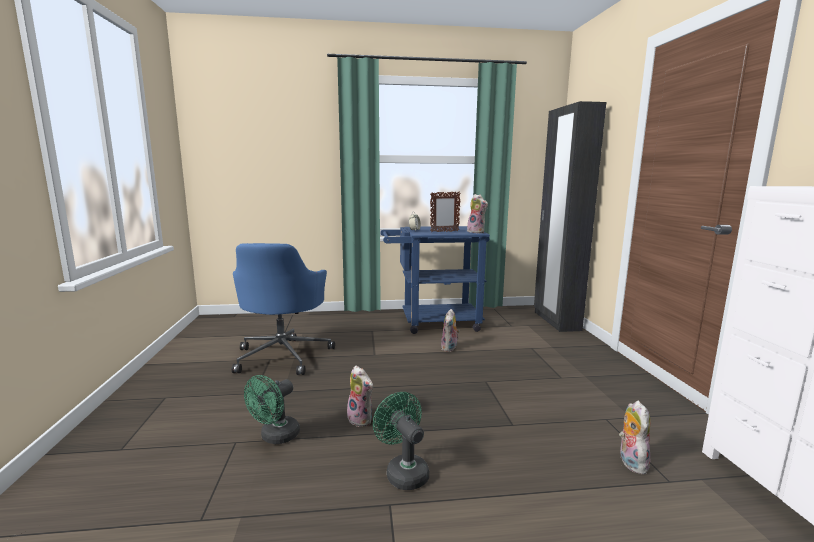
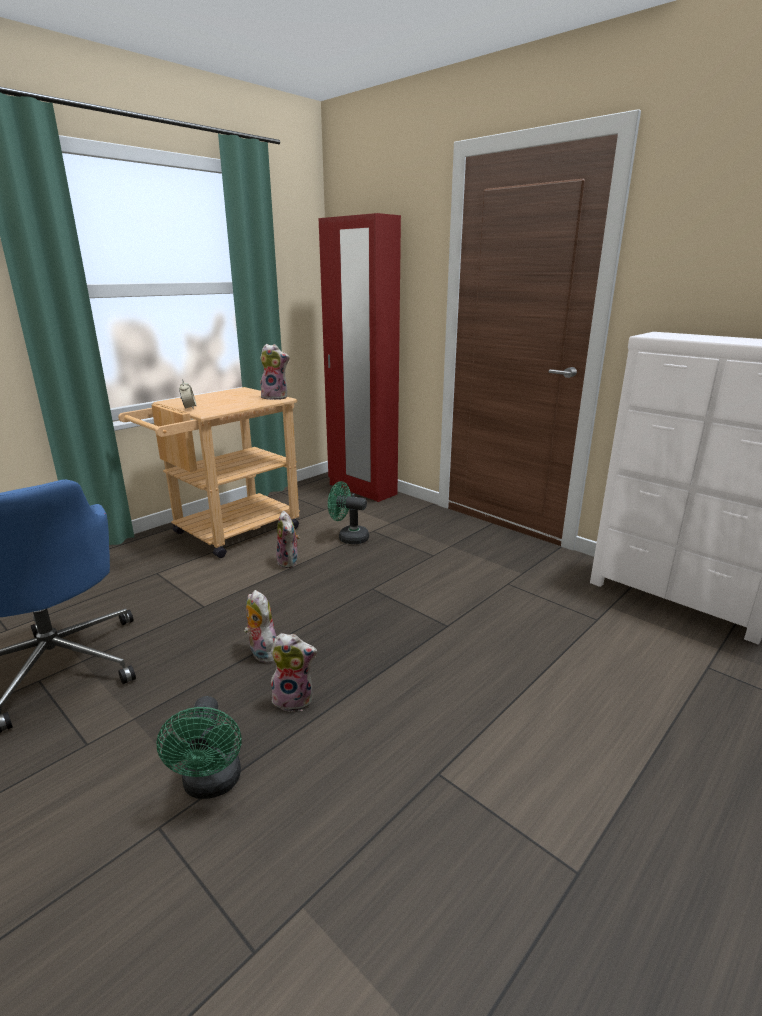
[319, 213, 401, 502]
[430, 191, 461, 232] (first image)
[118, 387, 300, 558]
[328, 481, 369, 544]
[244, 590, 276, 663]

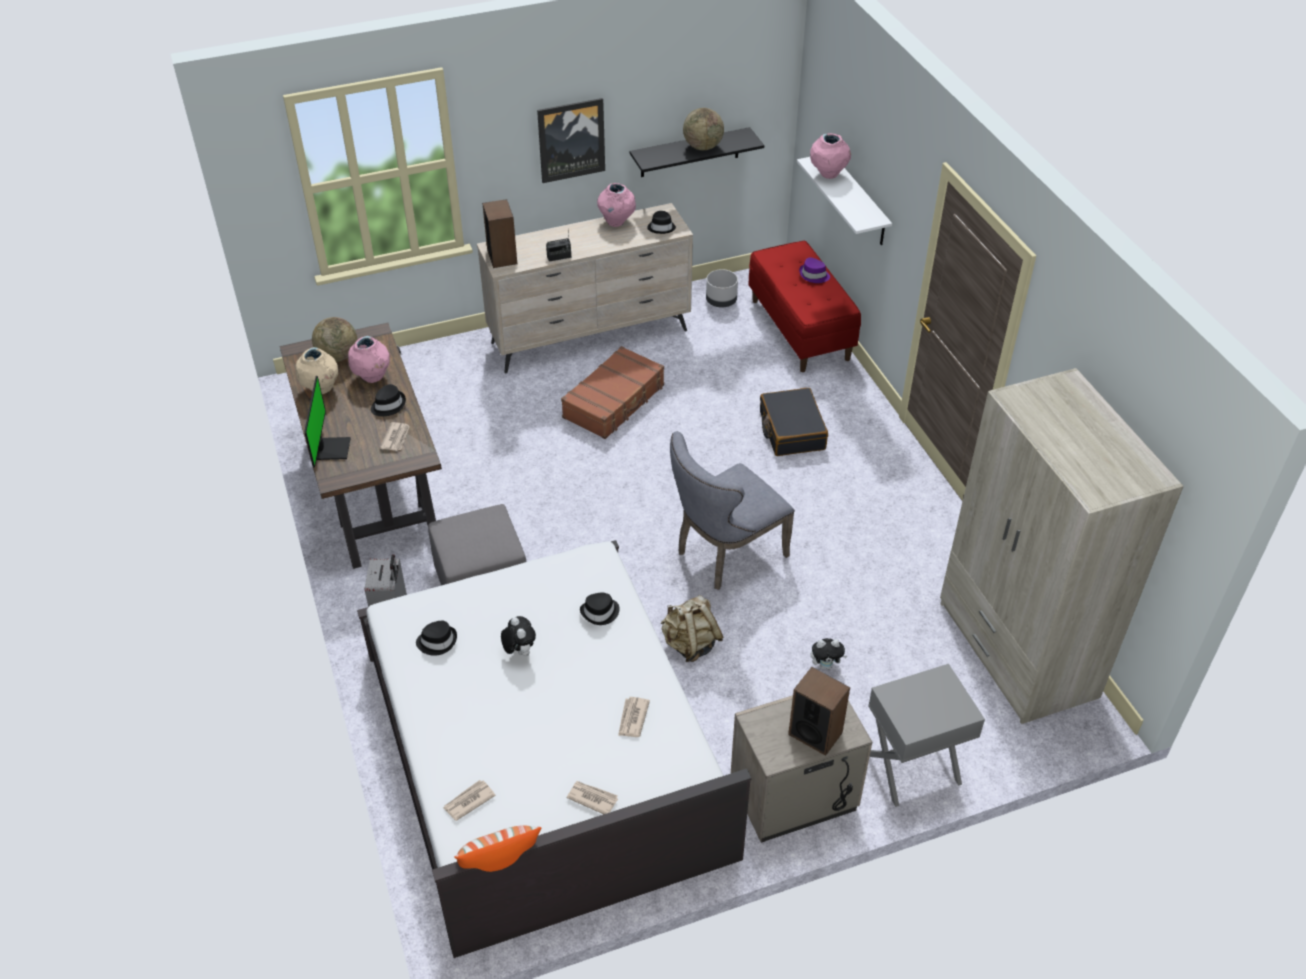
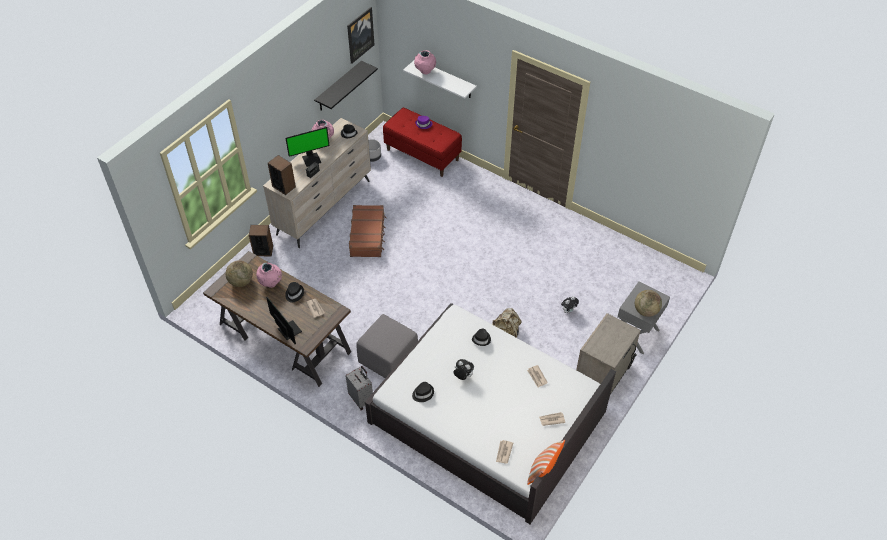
[347, 7, 375, 64]
[635, 290, 662, 317]
[296, 347, 338, 394] (first image)
[940, 368, 1184, 724] (first image)
[760, 388, 828, 456] (first image)
[670, 431, 795, 590] (first image)
[249, 225, 273, 256]
[286, 127, 329, 167]

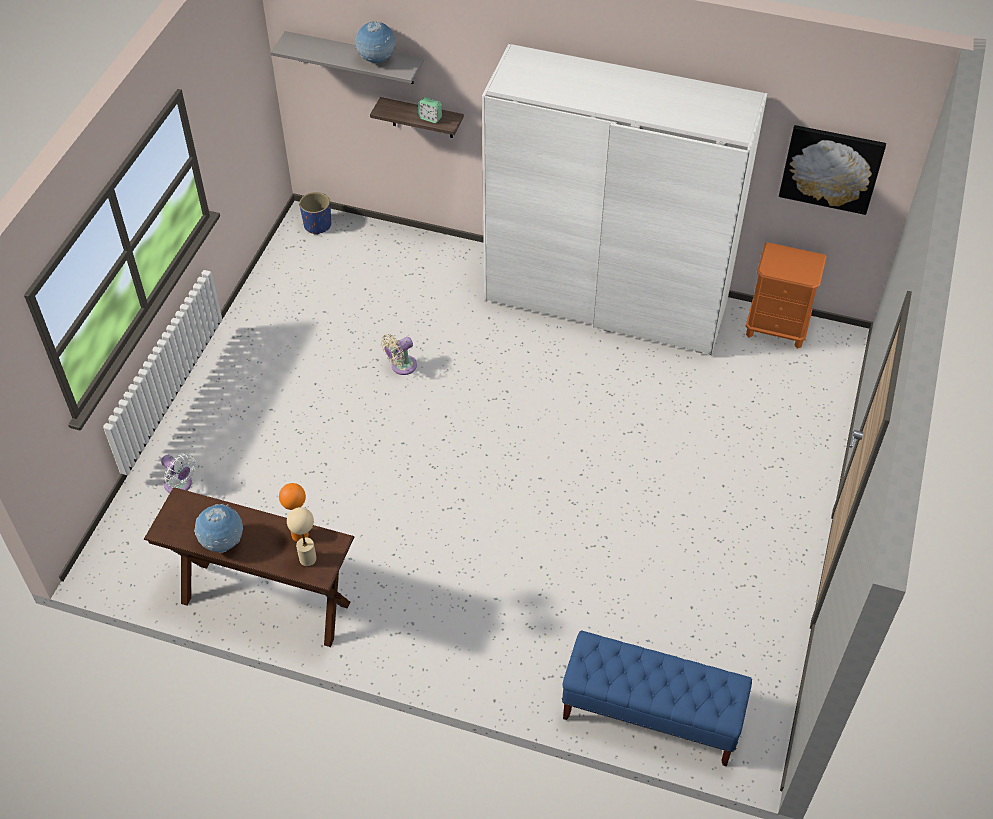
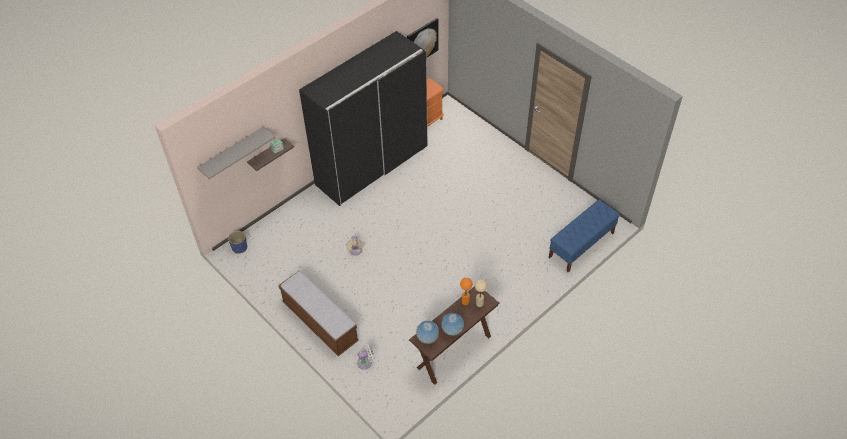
[416, 321, 439, 344]
[299, 31, 428, 206]
[278, 271, 359, 356]

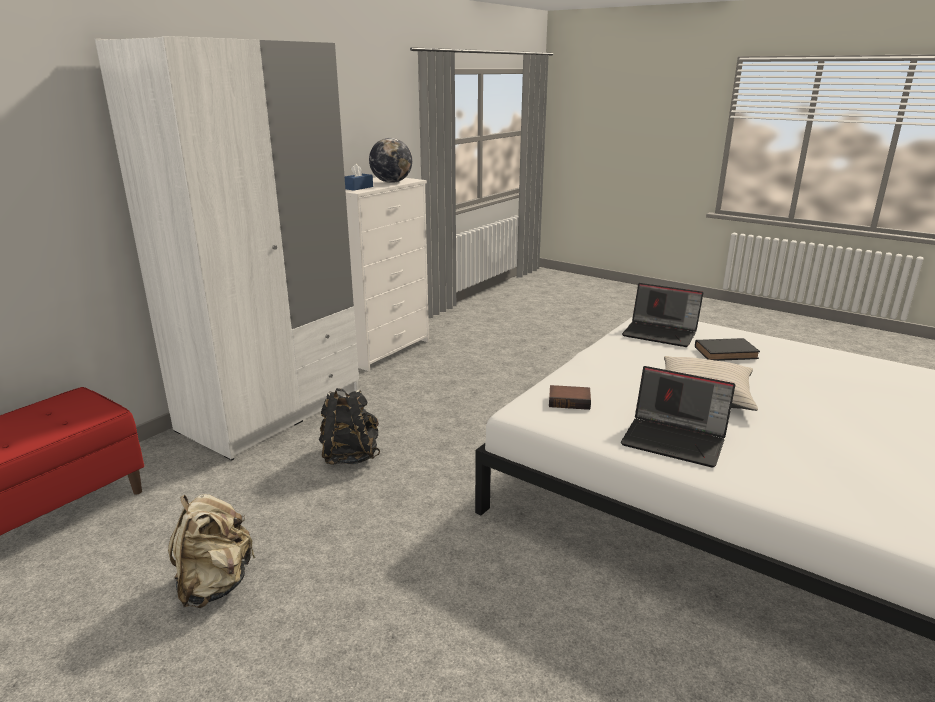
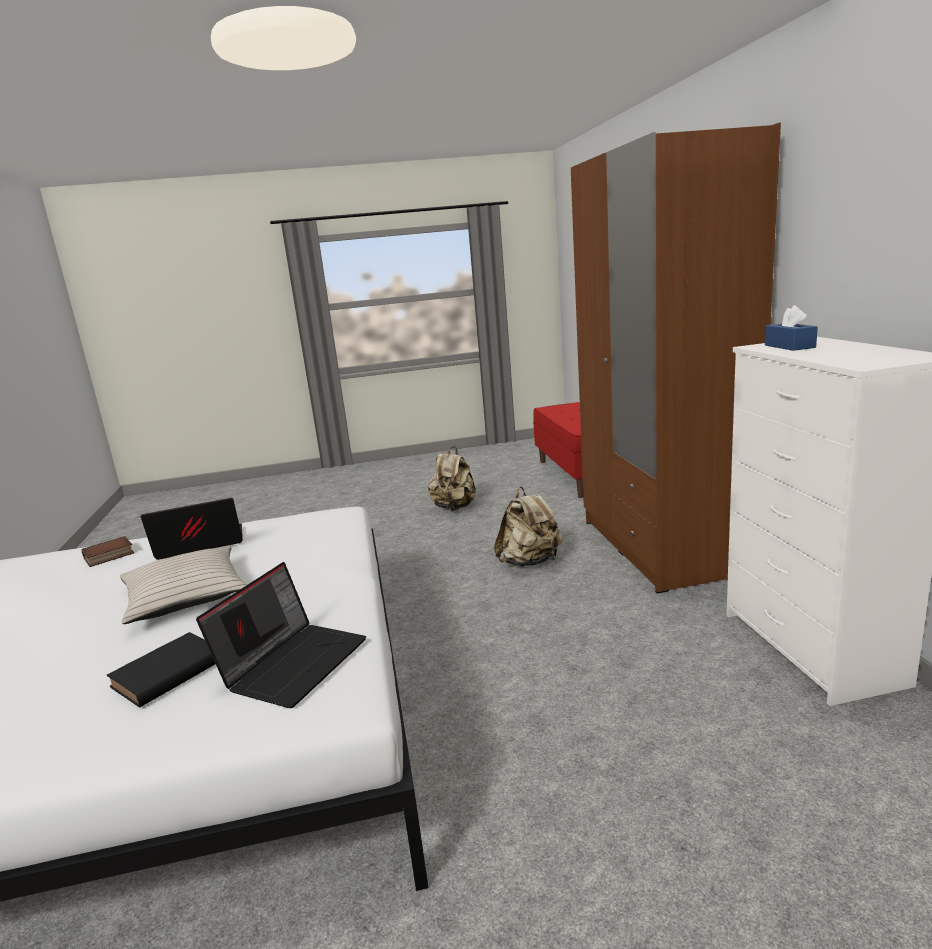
[571, 123, 781, 593]
[369, 138, 412, 183] (first image)
[196, 562, 366, 708]
[81, 536, 134, 567]
[494, 487, 563, 567]

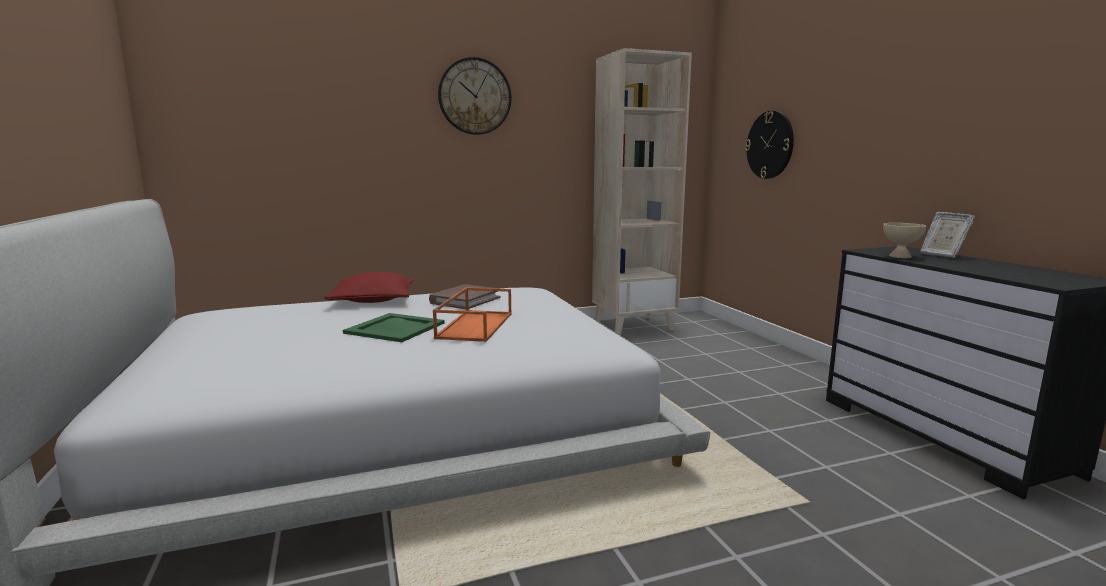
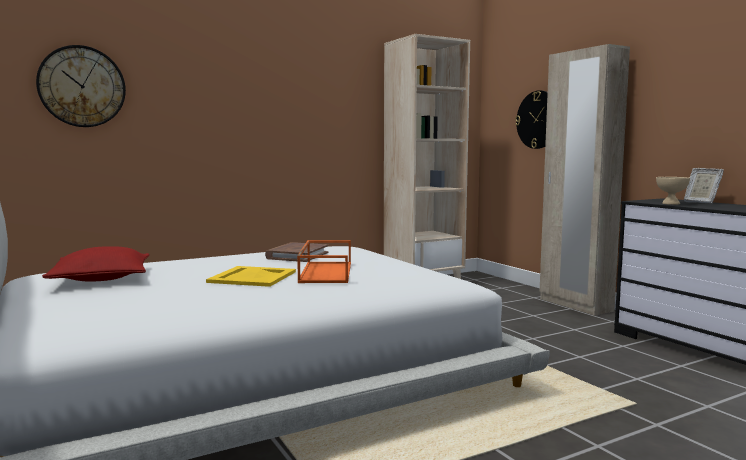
[36, 45, 126, 127]
[42, 246, 149, 282]
[206, 266, 296, 287]
[540, 44, 630, 316]

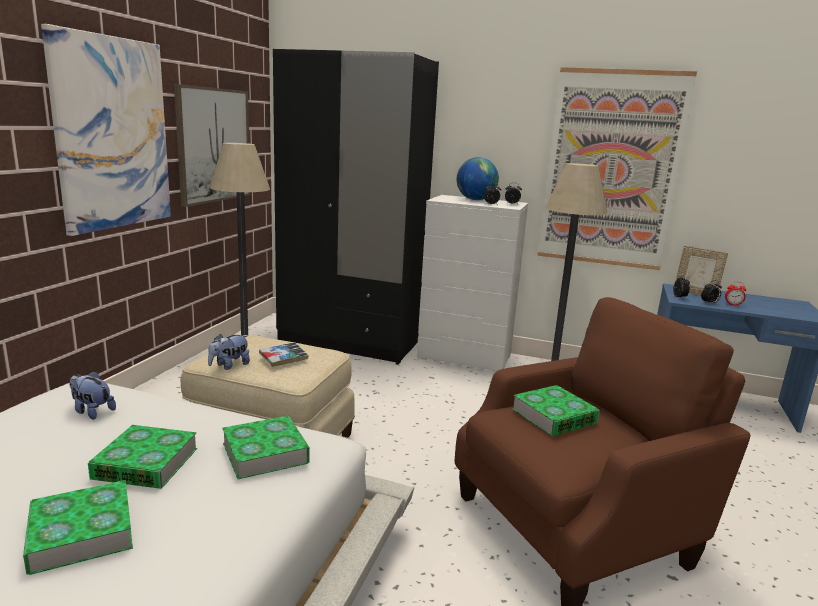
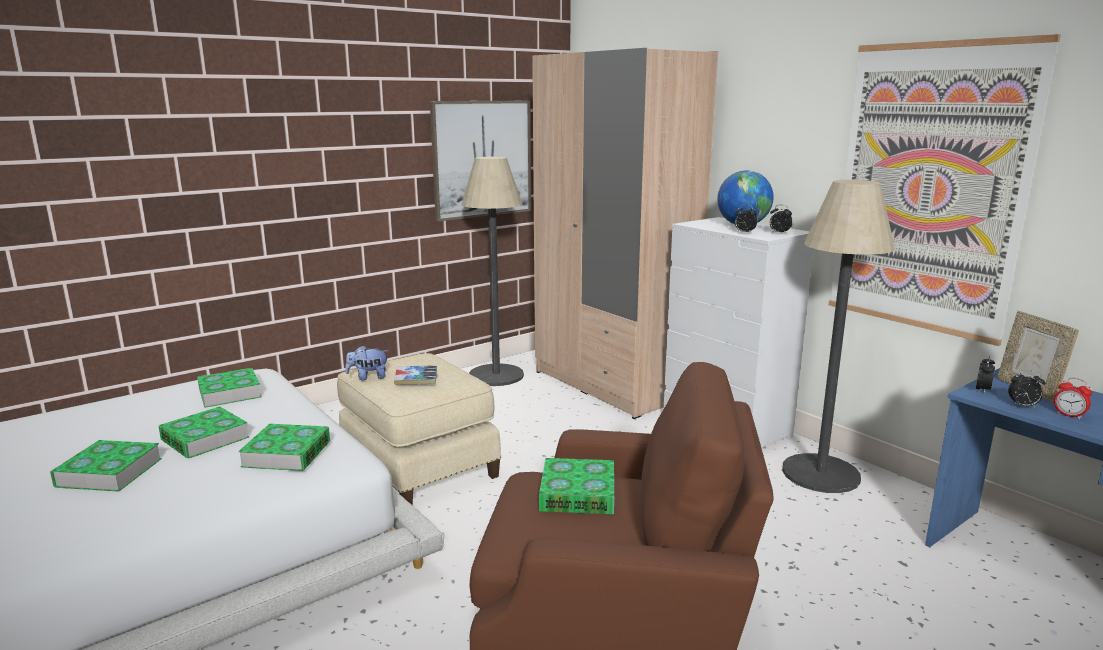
[41, 24, 171, 236] (first image)
[532, 48, 718, 419]
[197, 368, 262, 408]

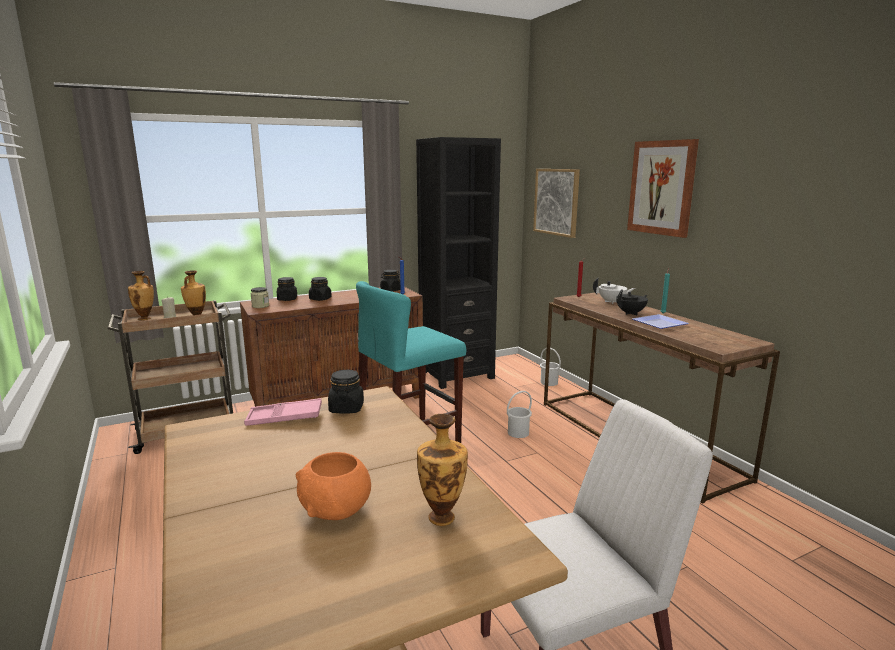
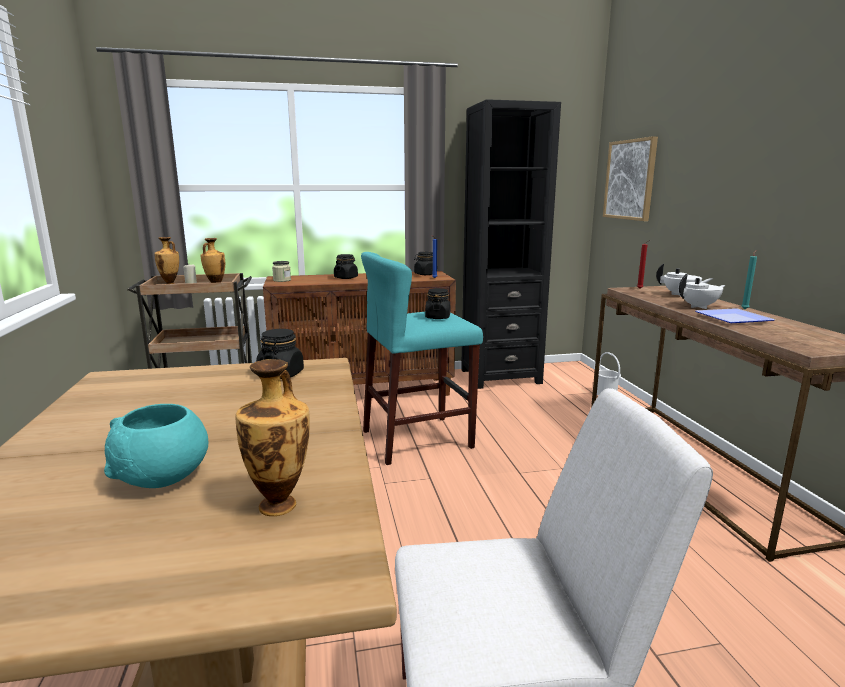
[627, 139, 699, 238] (first image)
[425, 288, 450, 319]
[679, 274, 725, 309]
[507, 391, 532, 438] (first image)
[244, 398, 322, 426] (first image)
[104, 404, 208, 488]

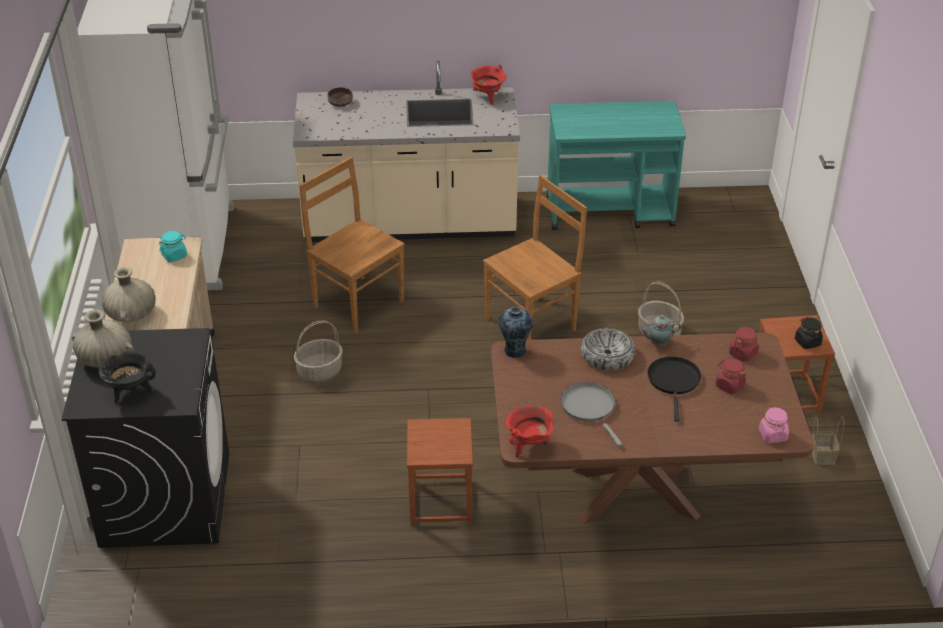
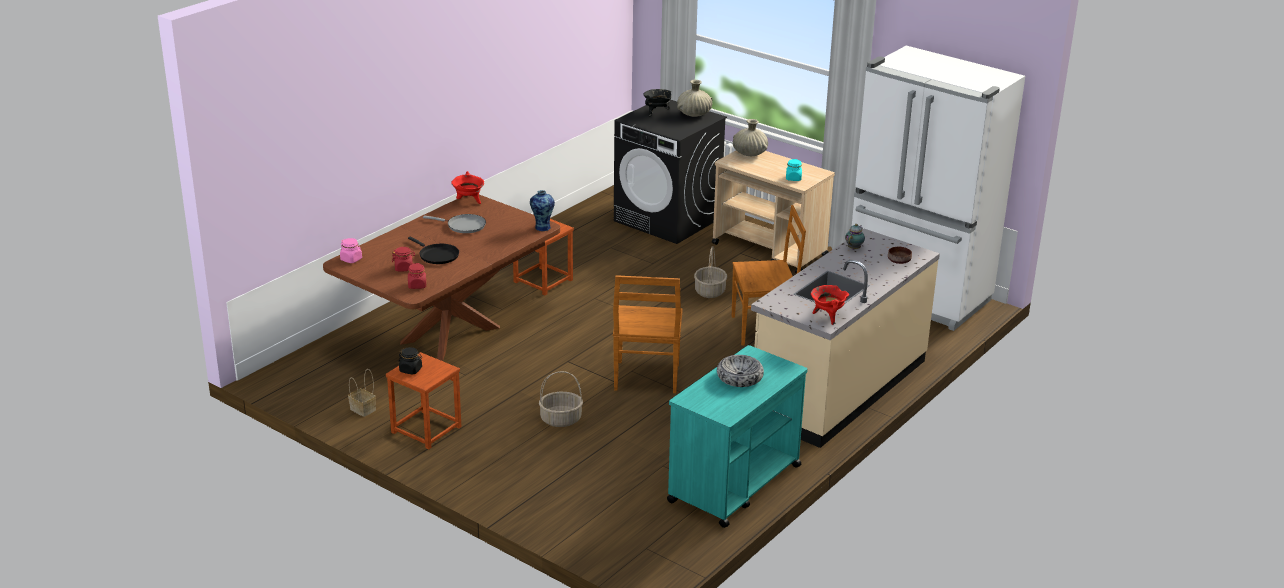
[845, 224, 865, 250]
[717, 355, 764, 387]

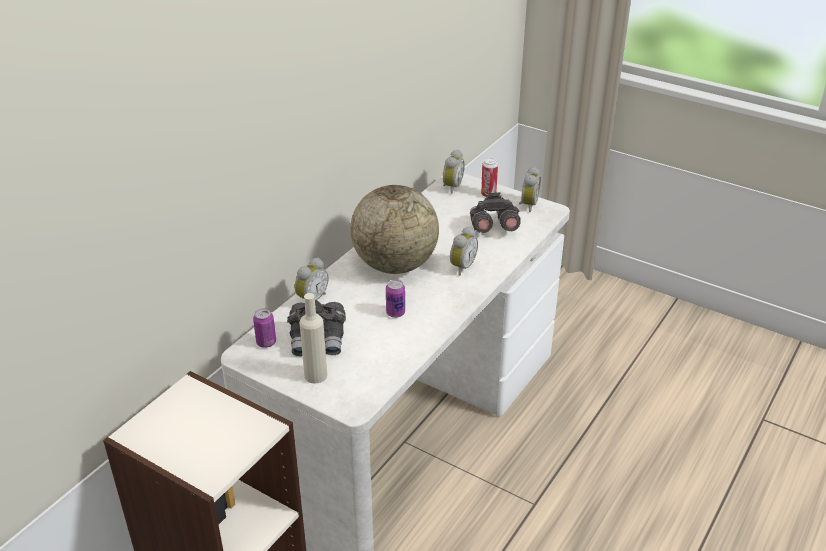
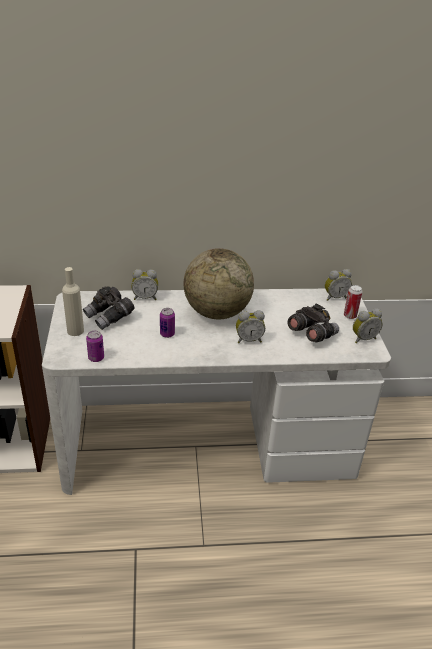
[86, 331, 104, 362]

